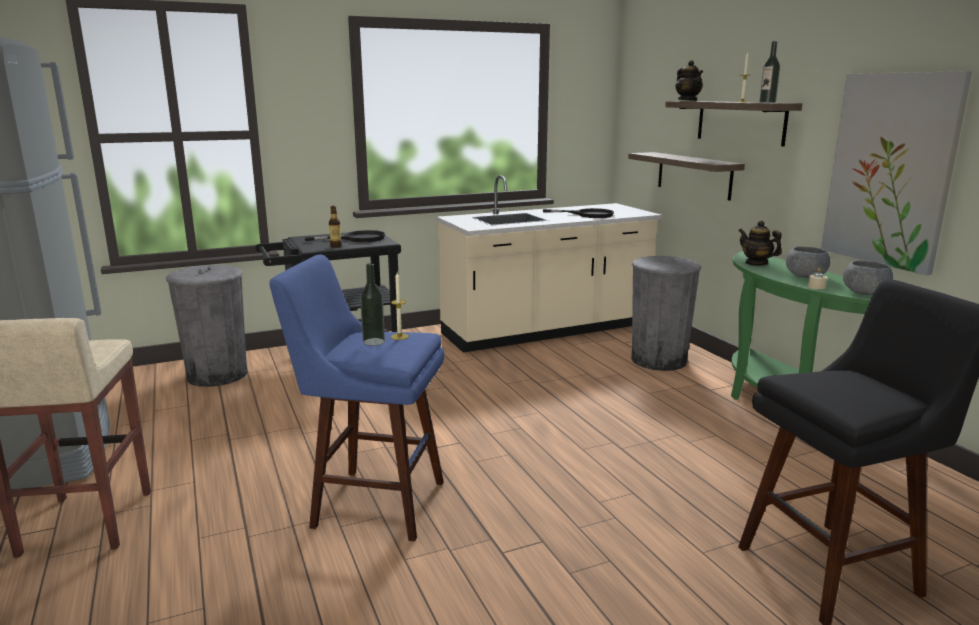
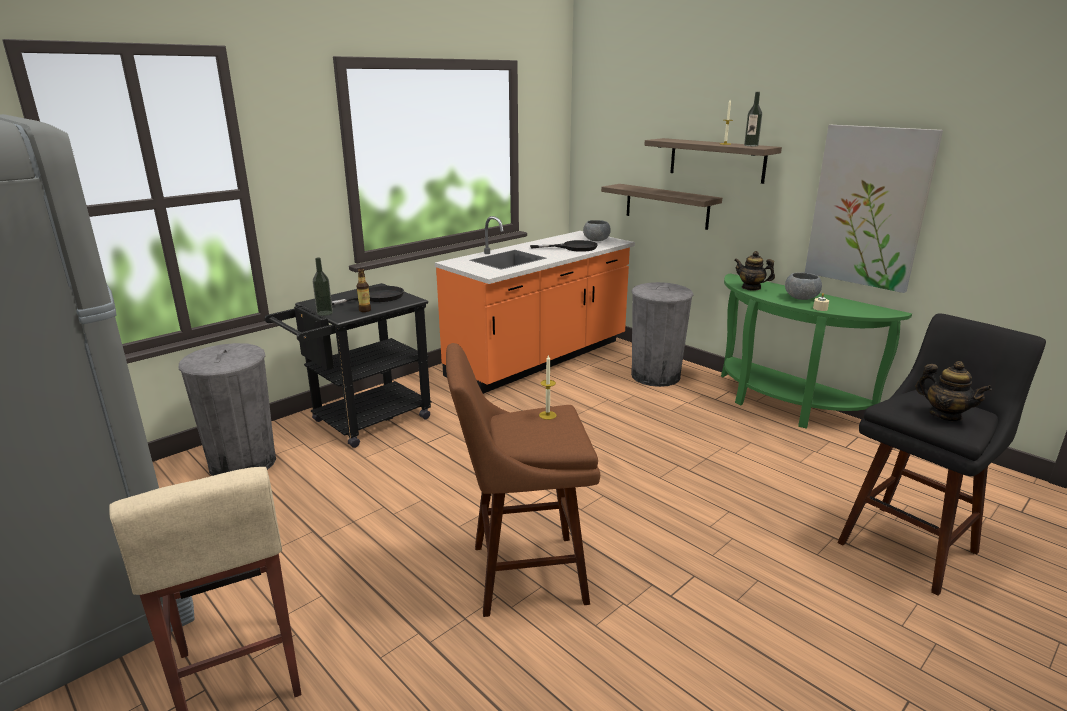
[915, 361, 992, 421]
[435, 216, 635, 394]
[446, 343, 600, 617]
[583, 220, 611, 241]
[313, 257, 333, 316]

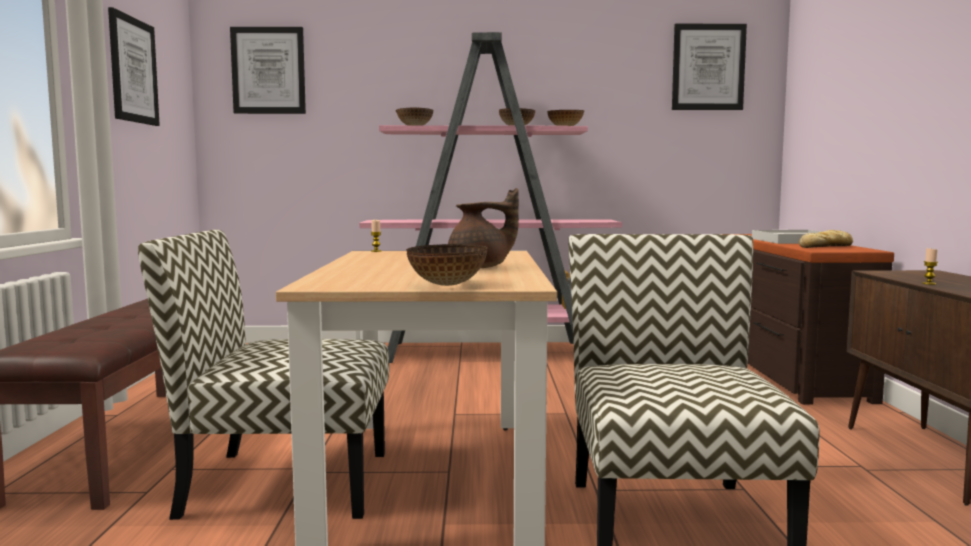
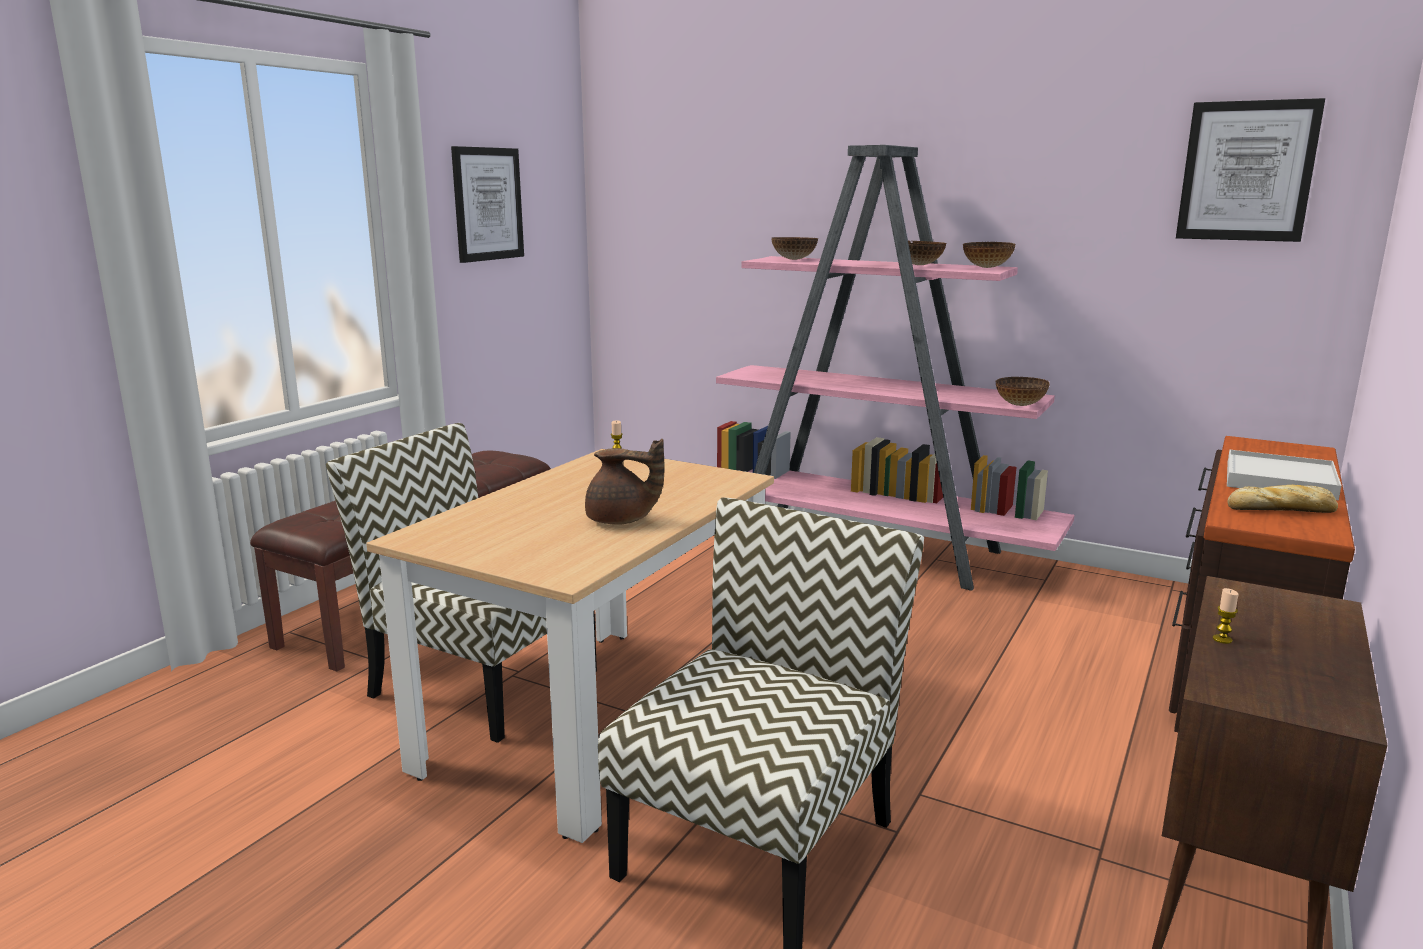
[230, 27, 306, 114] (first image)
[996, 377, 1050, 406]

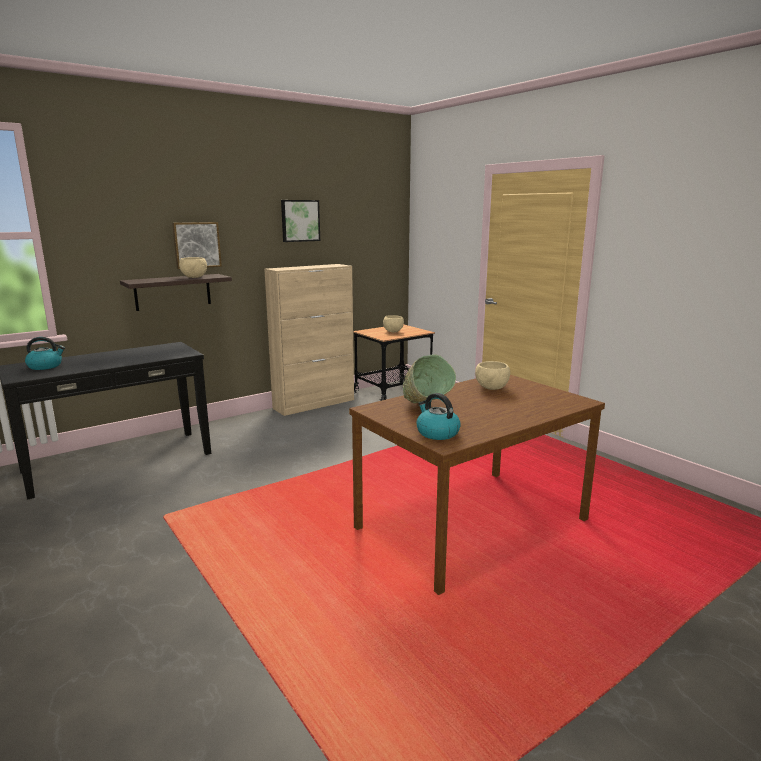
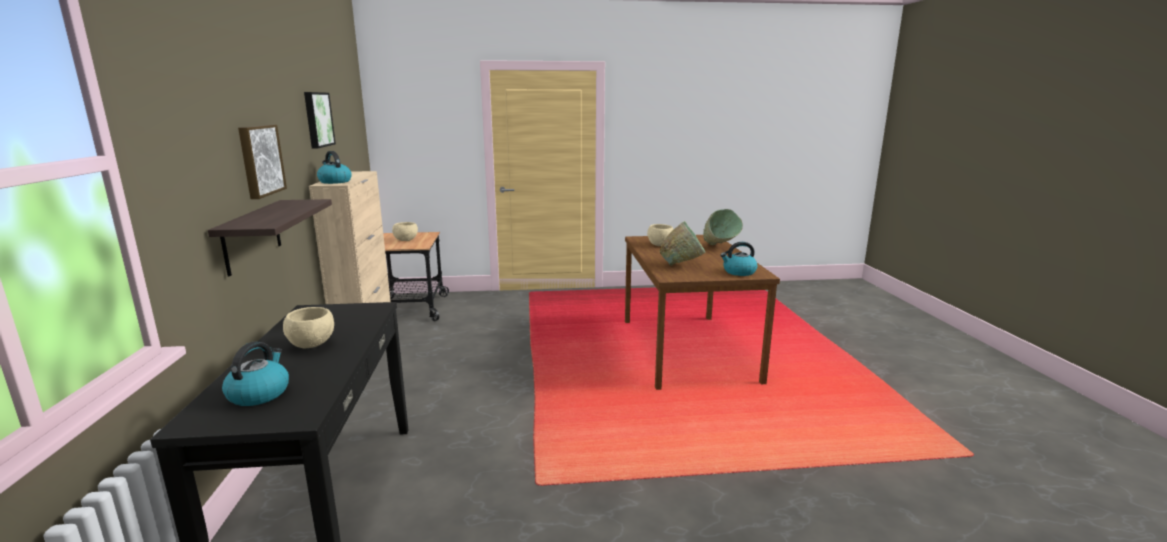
[283, 307, 334, 348]
[317, 151, 352, 184]
[703, 209, 743, 245]

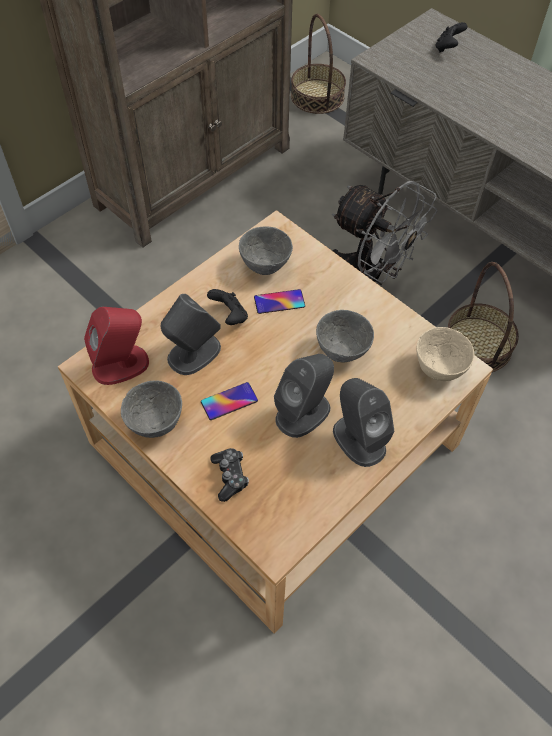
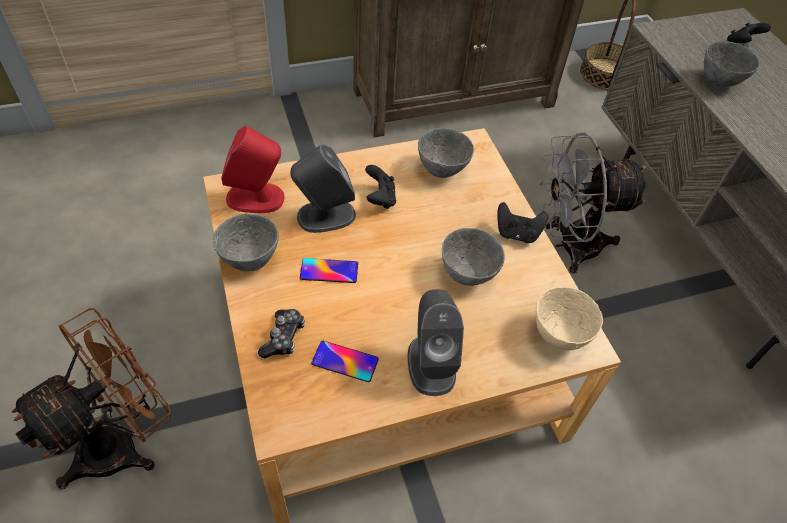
[539, 132, 647, 274]
[448, 262, 519, 372] (first image)
[311, 341, 379, 382]
[274, 354, 334, 438] (first image)
[704, 41, 759, 87]
[497, 202, 548, 243]
[12, 308, 171, 490]

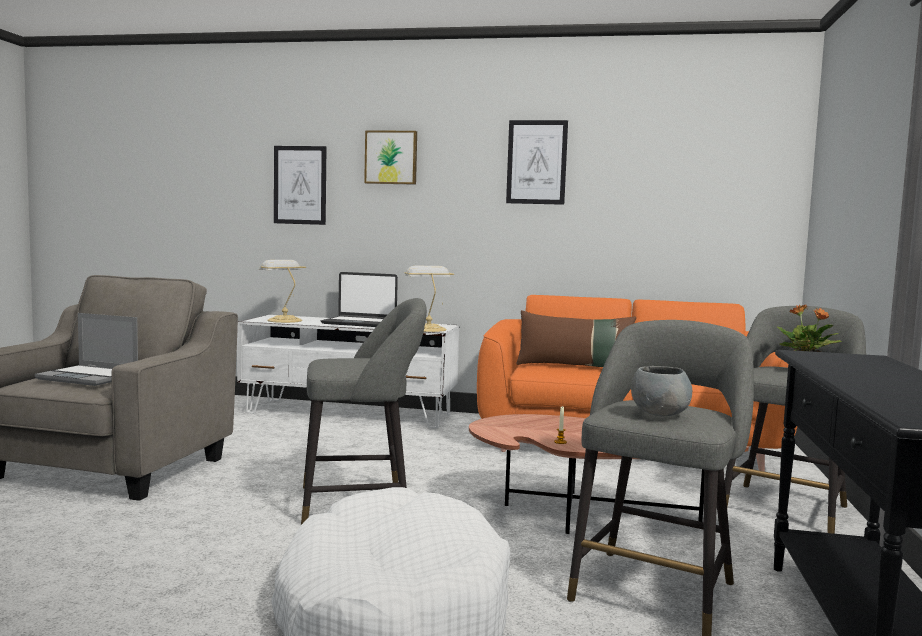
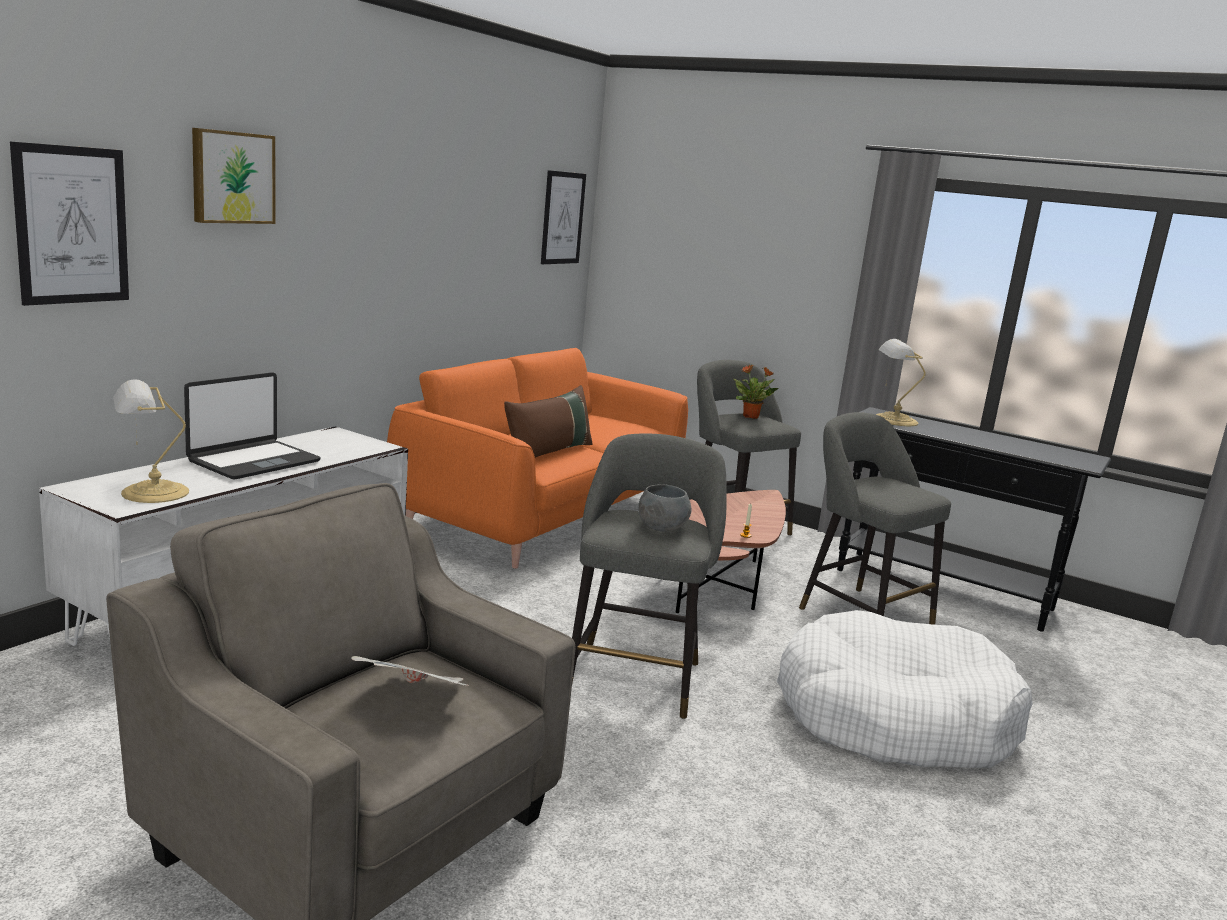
[541, 170, 586, 264]
[876, 339, 926, 426]
[351, 656, 468, 687]
[638, 484, 692, 532]

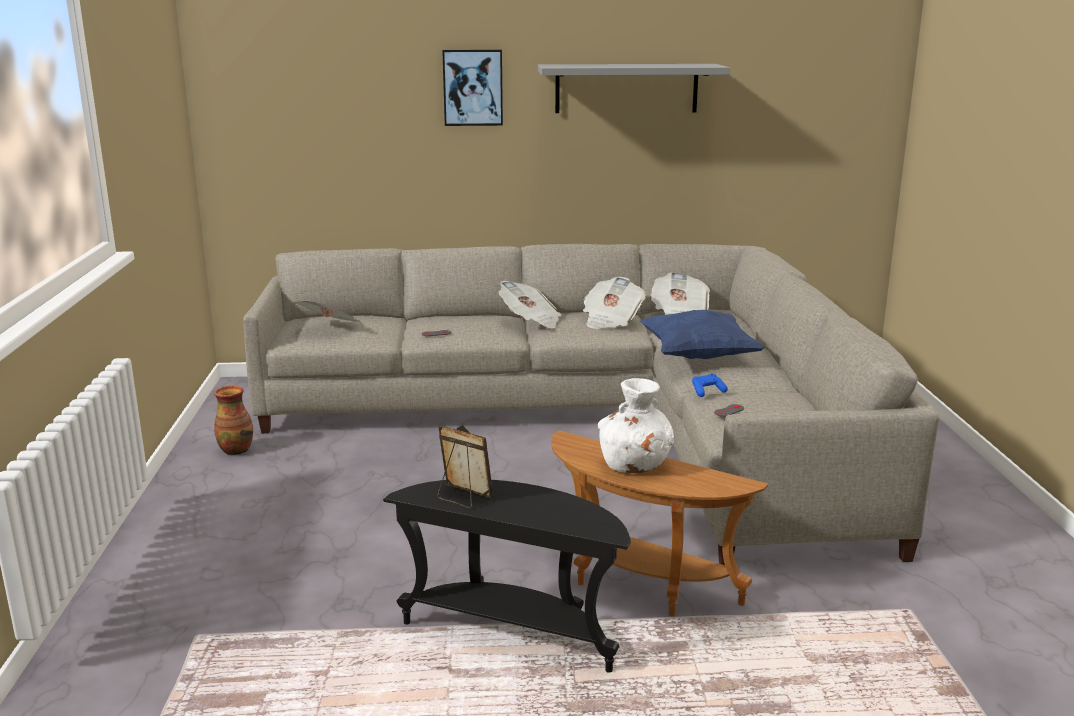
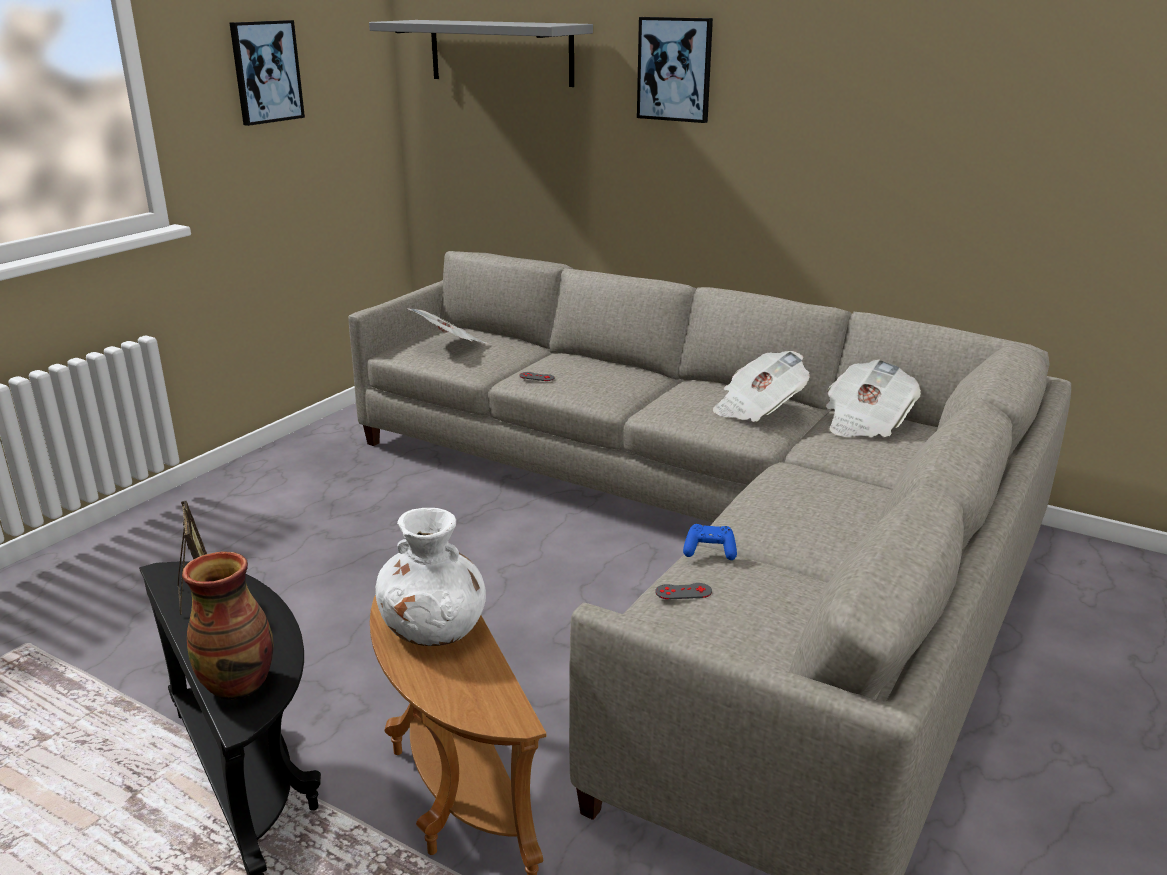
[369, 20, 593, 87]
[498, 281, 561, 329] (first image)
[640, 310, 765, 359] (first image)
[182, 552, 274, 700]
[230, 20, 305, 126]

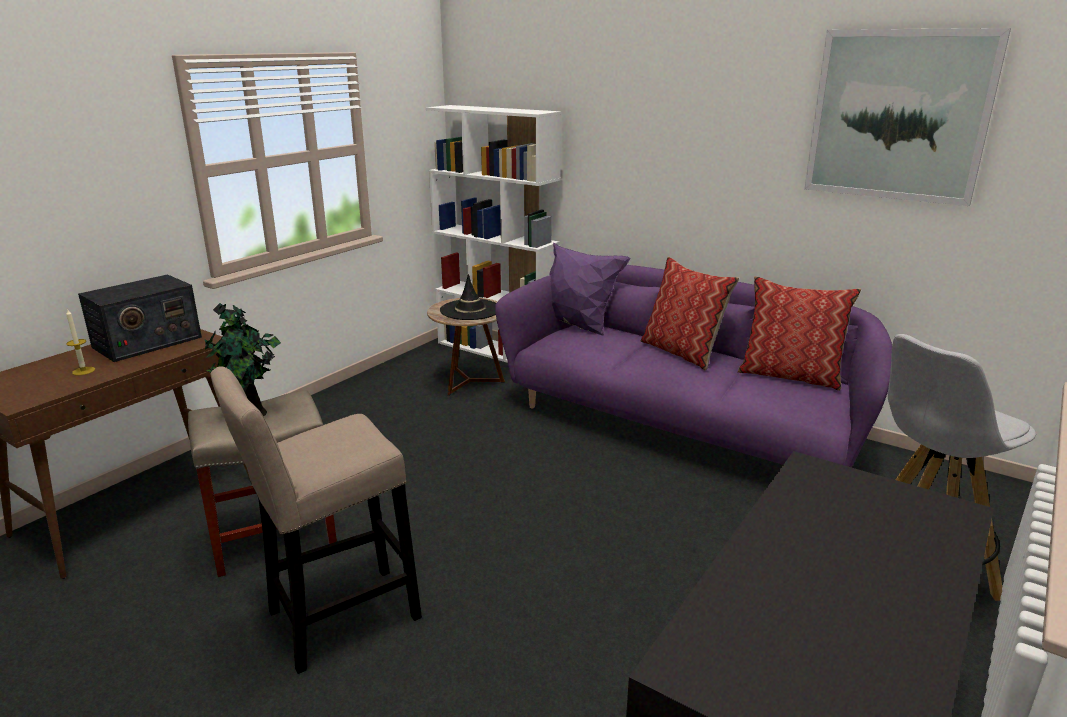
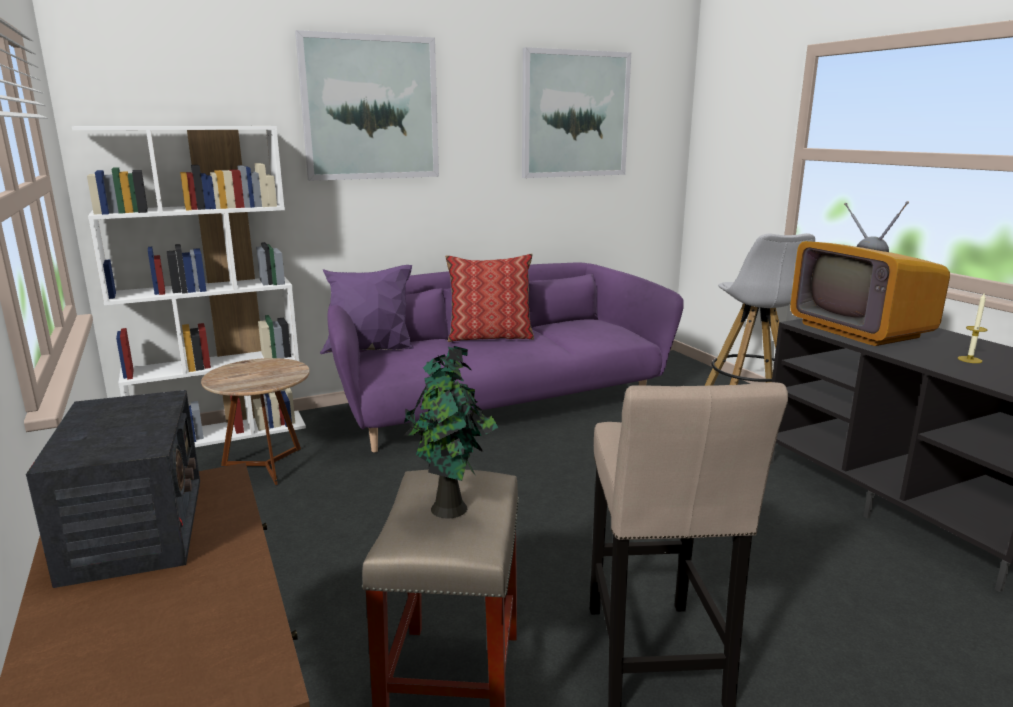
[440, 274, 496, 320] (first image)
[737, 276, 861, 391] (first image)
[958, 292, 987, 363]
[295, 30, 439, 181]
[790, 201, 950, 346]

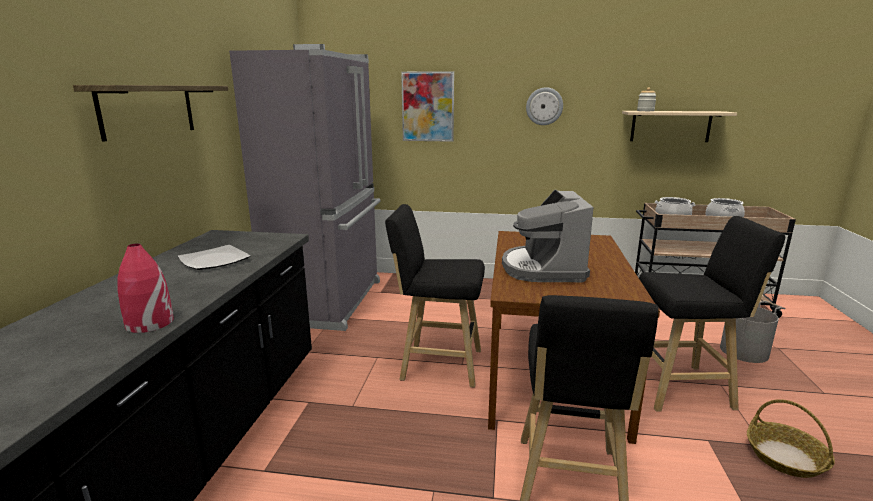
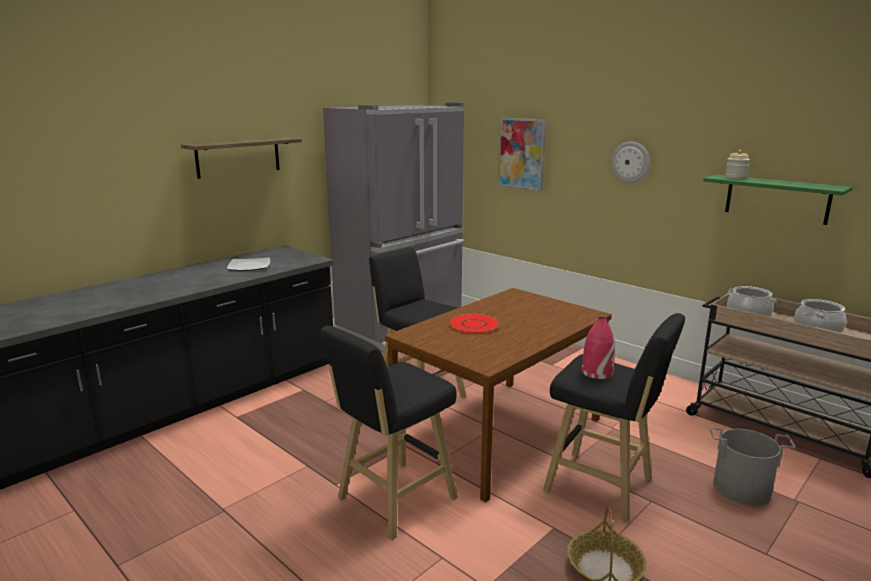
[703, 174, 853, 225]
[449, 314, 500, 334]
[582, 317, 615, 379]

